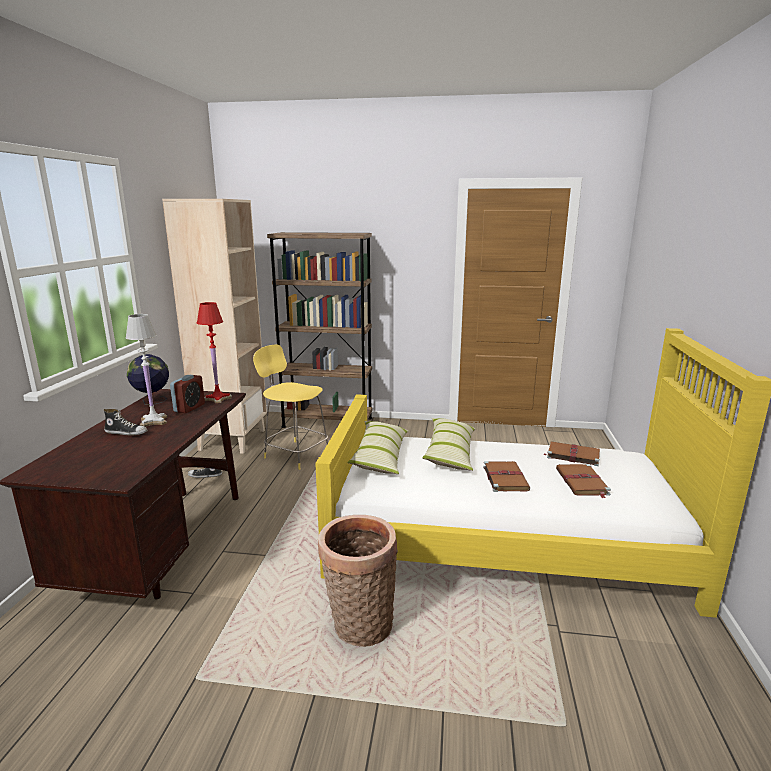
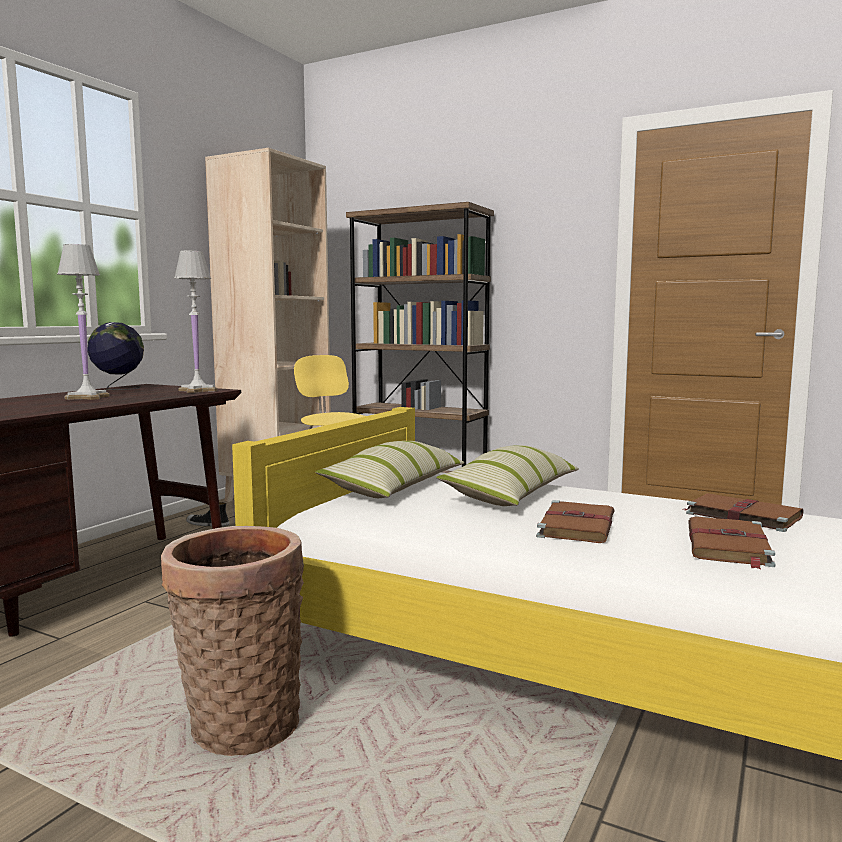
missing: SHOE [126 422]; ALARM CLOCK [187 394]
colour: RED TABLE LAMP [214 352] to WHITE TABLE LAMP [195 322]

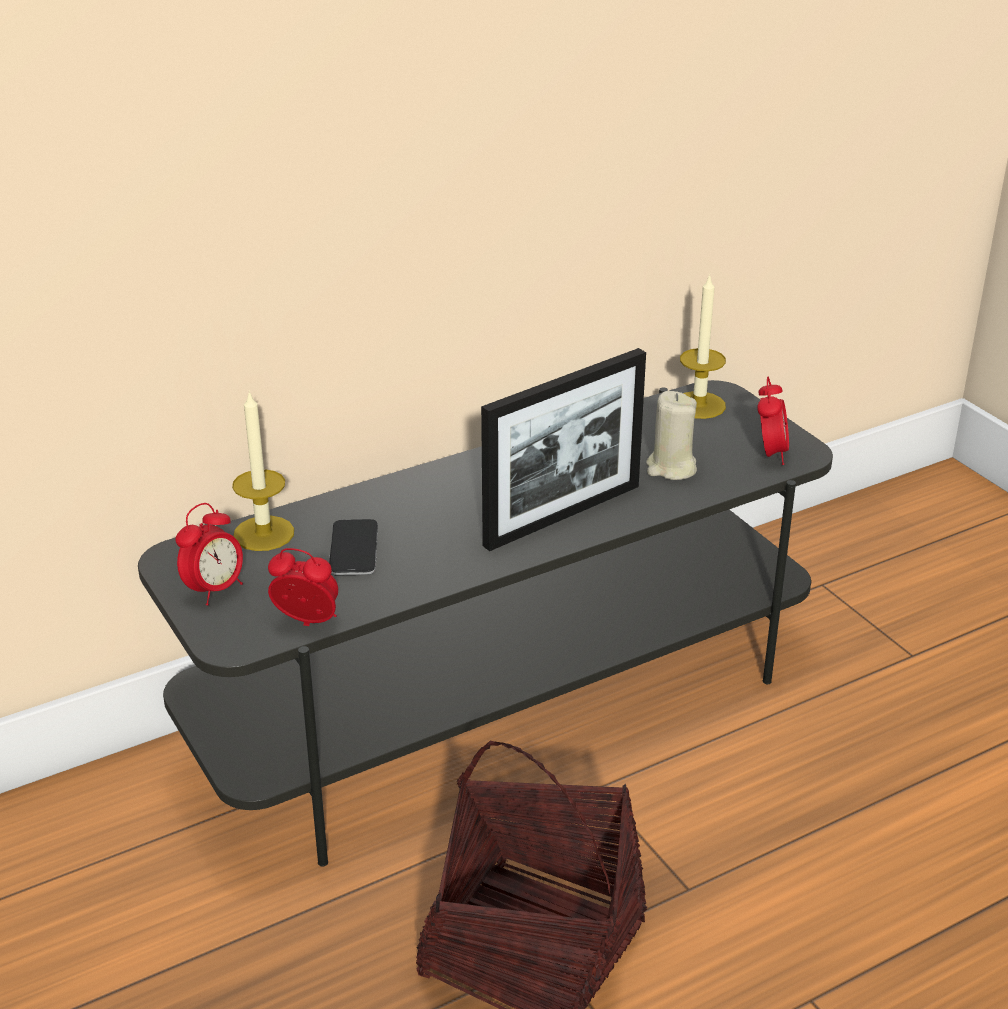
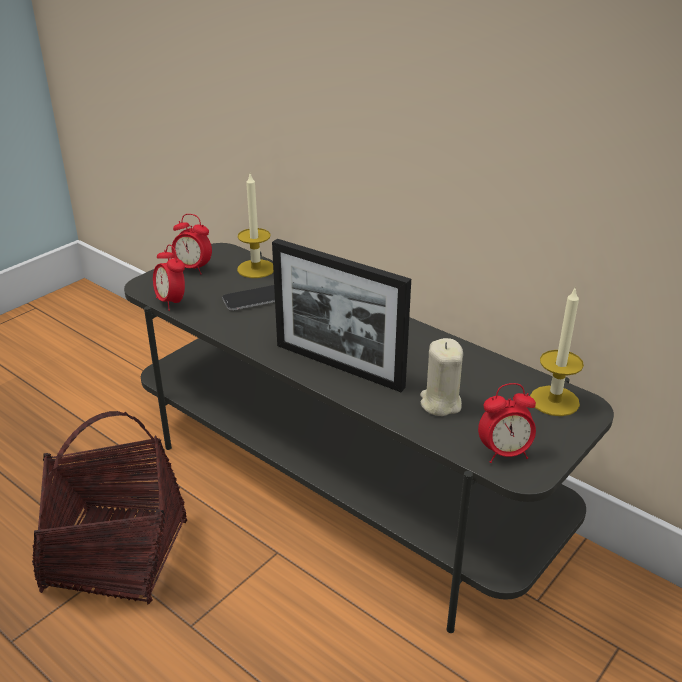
spun: ALARM CLOCK [303 587] = [169 277] 150 degrees clockwise

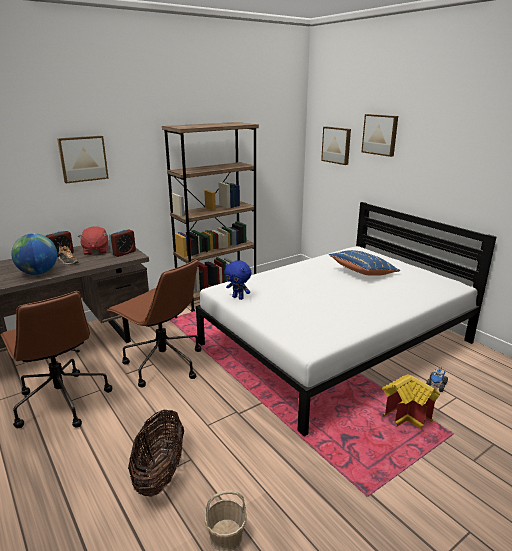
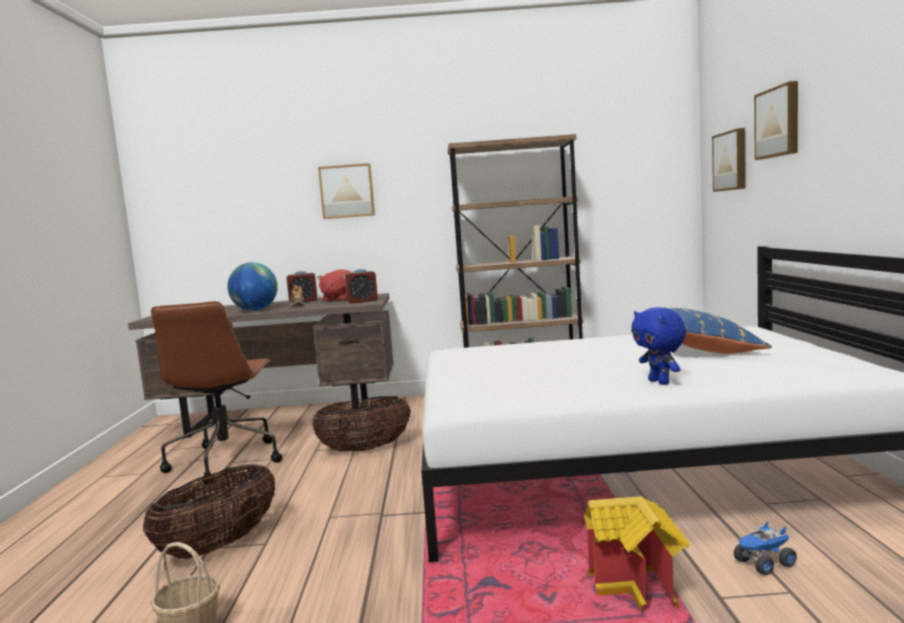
relocated: BLUE PLUSH TOY [237 280] to [658 346]
exchanged: BROWN OFFICE CHAIR [154 322] to BASKET [361 424]

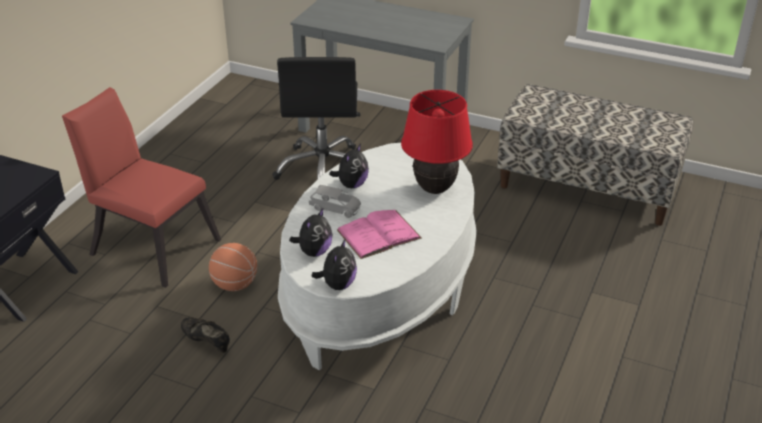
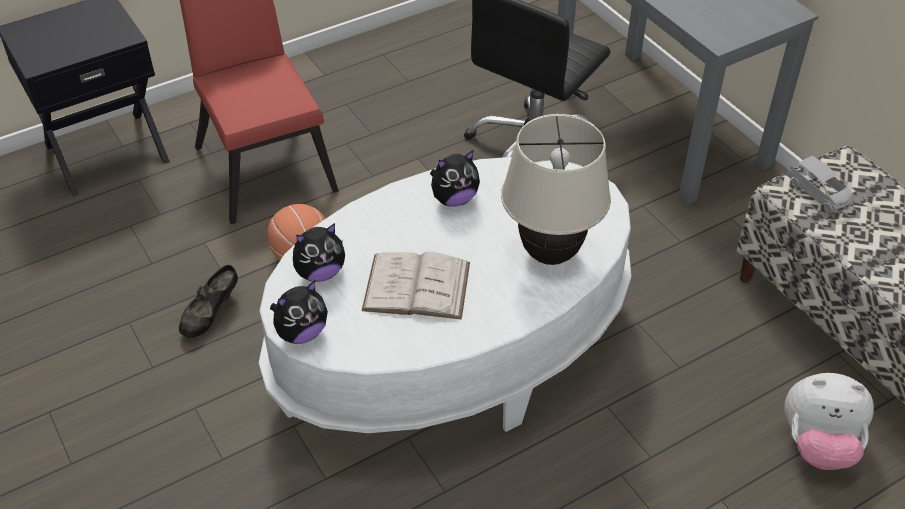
appeared: PLUSH TOY [829 421]
relocated: GREY TOY CAR [335 201] to [820 184]
colour: PINK BOOK [379 234] to WHITE BOOK [416 286]; RED TABLE LAMP [437 142] to BEIGE TABLE LAMP [556 189]
spun: BLACK SHOE [205 335] = [208 301] 135 degrees counterclockwise

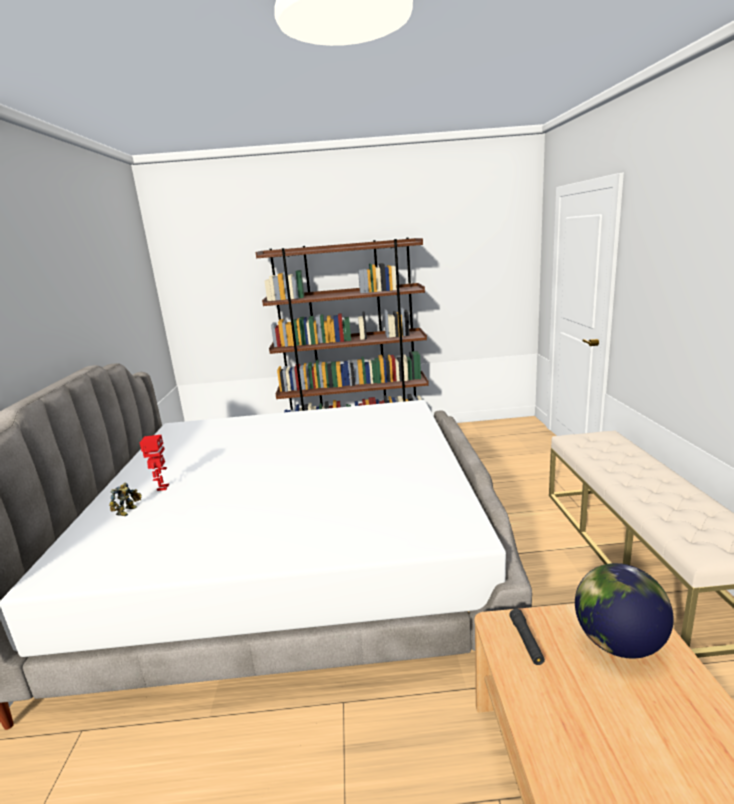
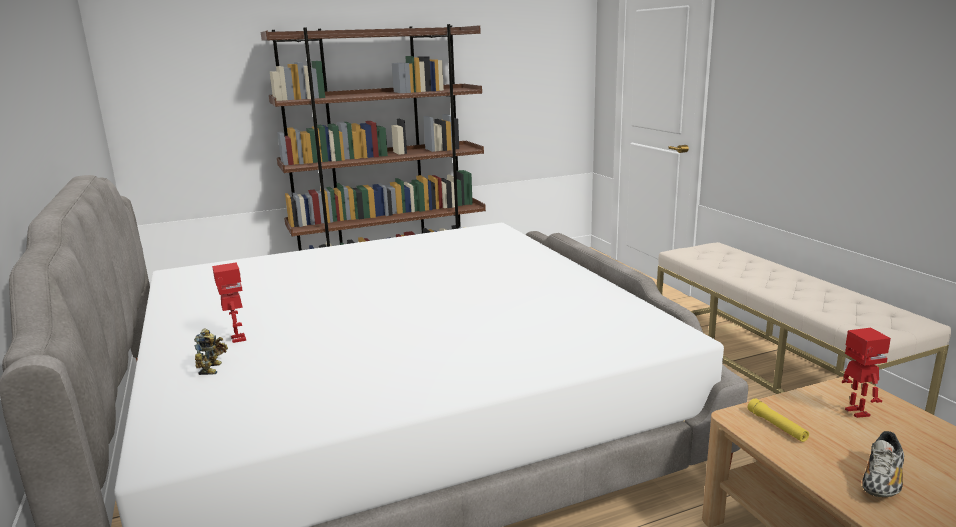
appeared: SHOE [883 464]
exchanged: GLOBE [624 611] to TOY ROBOT [866 373]
colour: BLACK FLASHLIGHT [527 637] to YELLOW FLASHLIGHT [778 420]

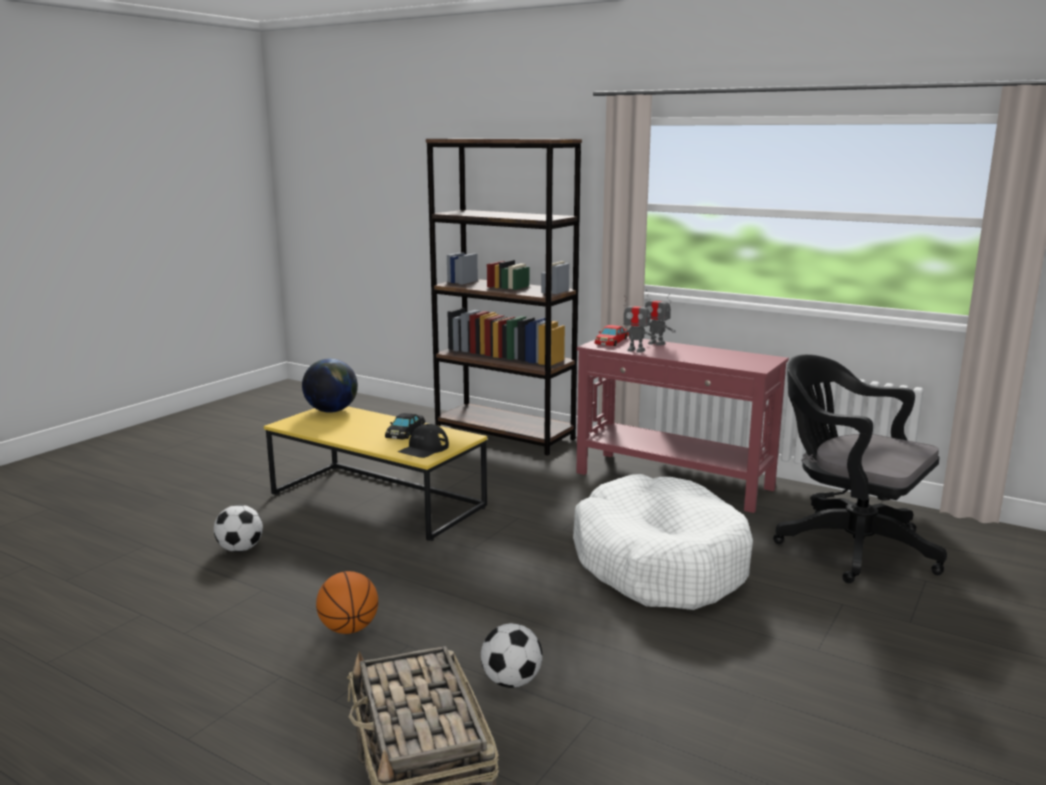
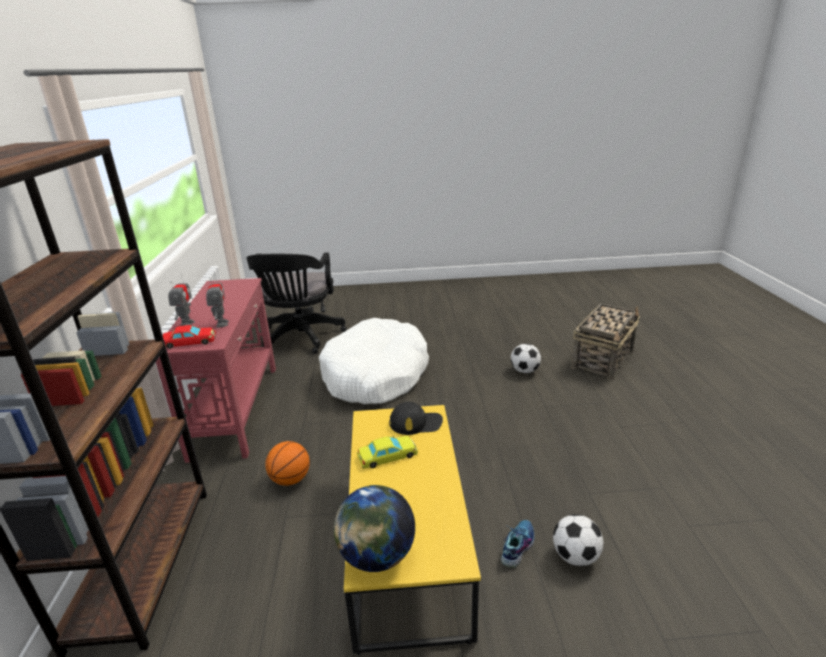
appeared: SHOE [517 544]
relocated: BASKETBALL [347 602] to [287 463]
colour: BLACK TOY CAR [405 426] to YELLOW TOY CAR [387 452]

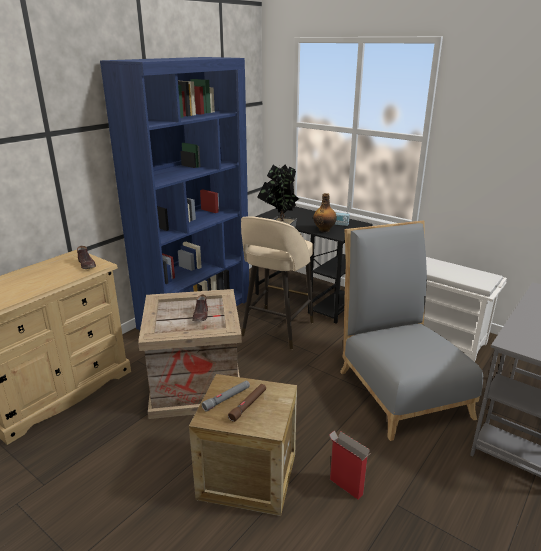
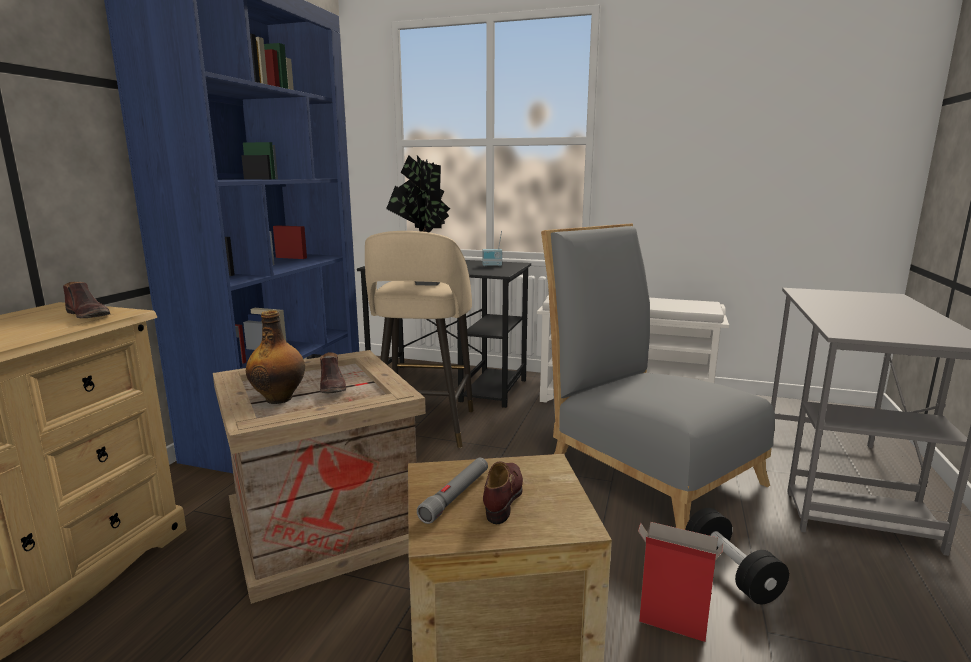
appeared: BLACK DUMBBELL [737 556]
relocated: BOTTLE [325 212] to [275 357]
exchanged: BROWN FLASHLIGHT [247 403] to BROWN SHOE [503 493]

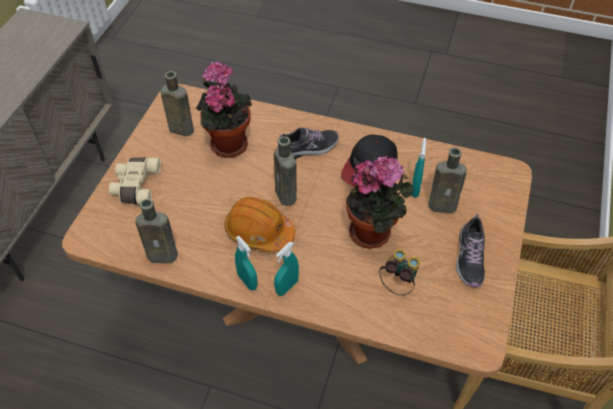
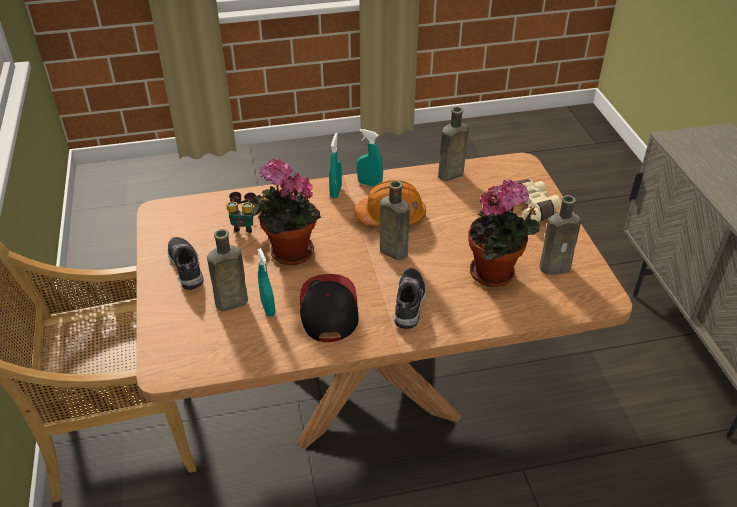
spun: SHOE [309 143] = [410 298] 150 degrees clockwise

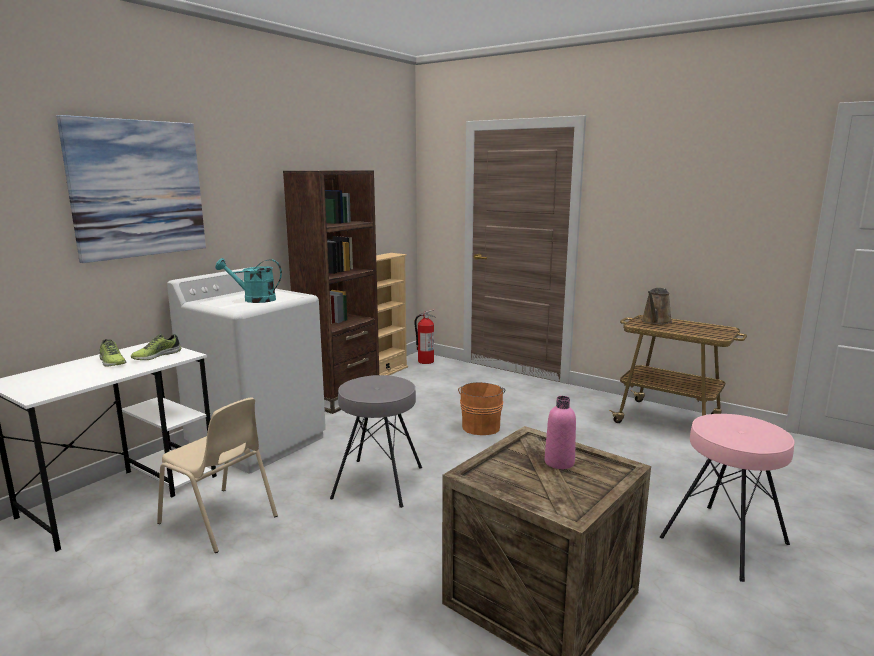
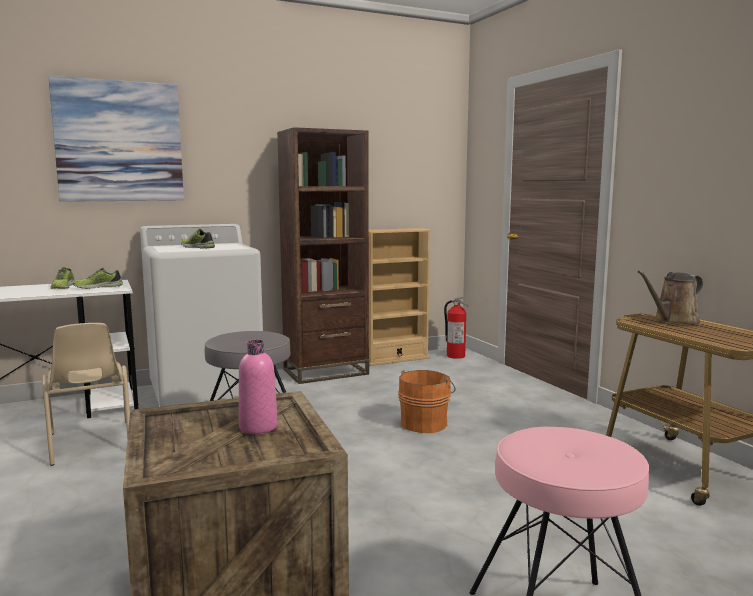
exchanged: TURQUOISE WATERING CAN [248 280] to SHOE [198 239]

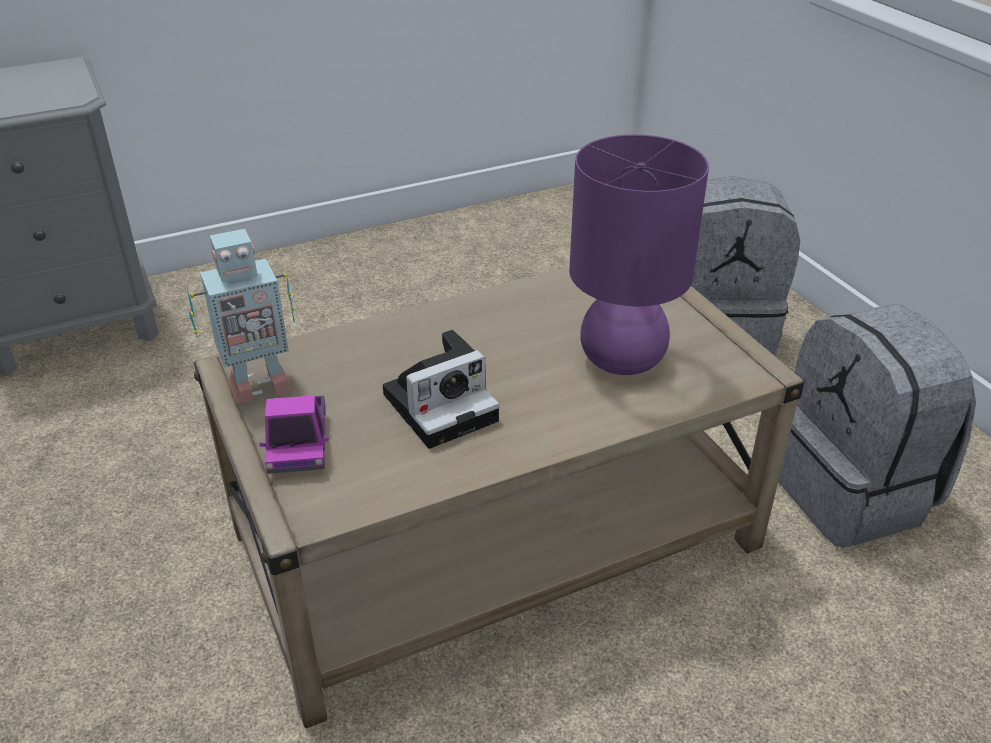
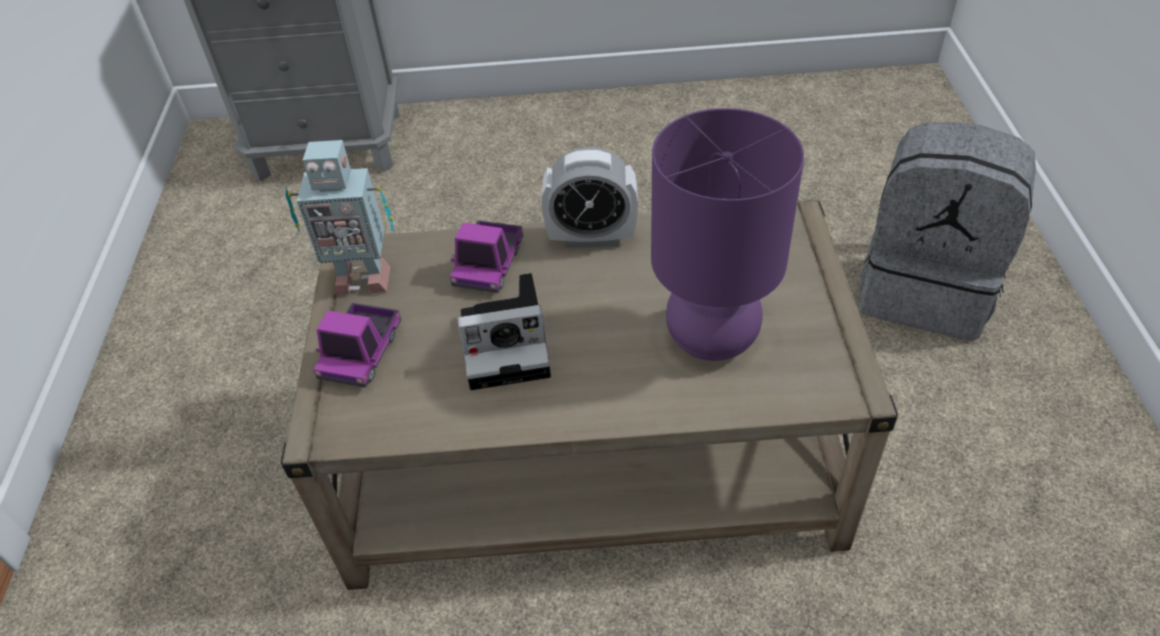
missing: GREY BACKPACK [877 426]
appeared: TOY TRUCK [486 256]; ALARM CLOCK [589 197]

